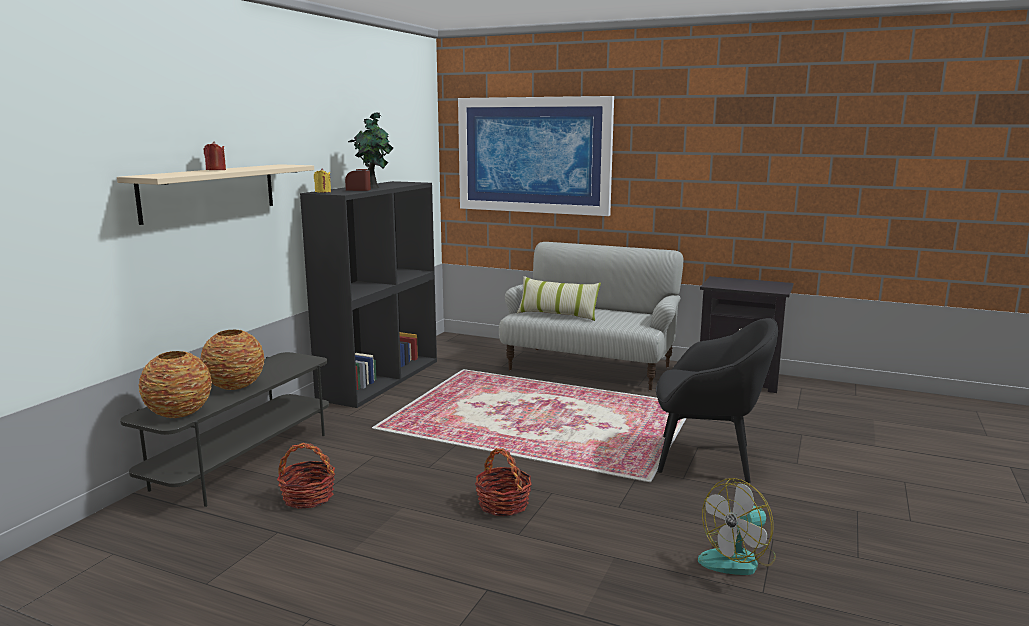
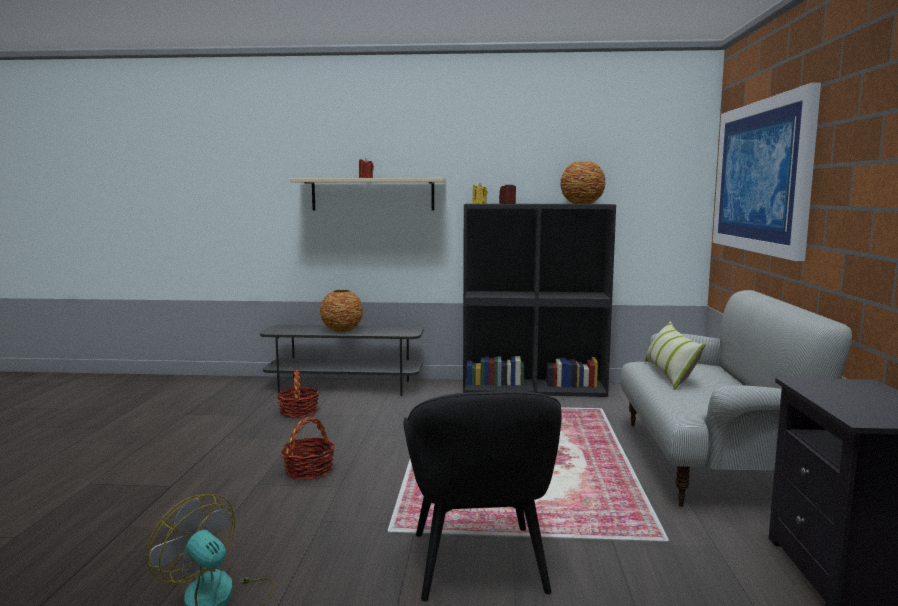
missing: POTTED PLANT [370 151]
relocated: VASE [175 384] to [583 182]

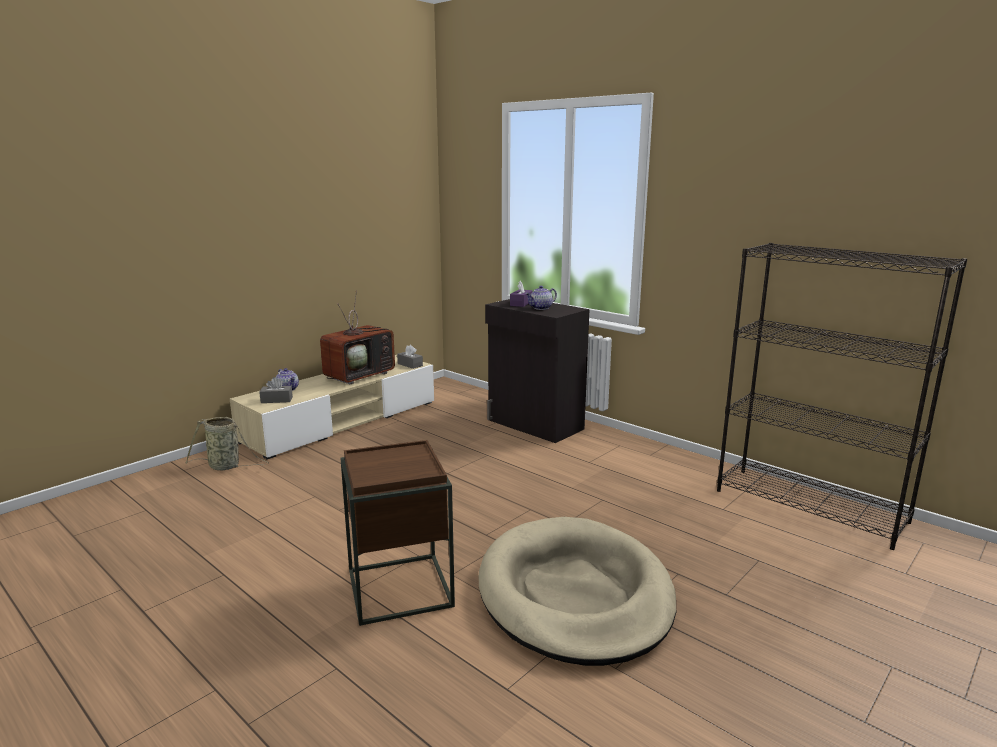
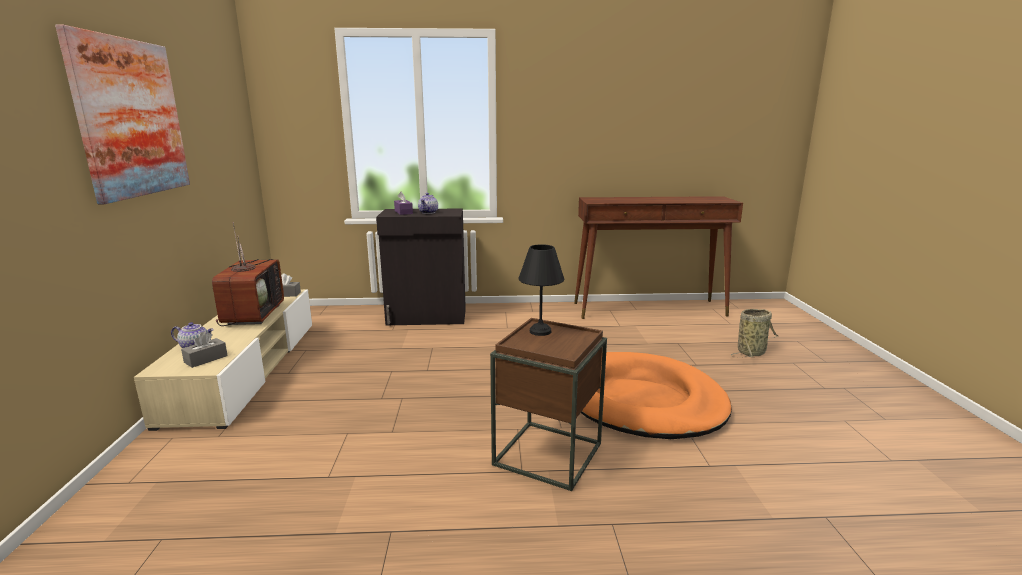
appeared: PICTURE [122 114]; BLACK TABLE LAMP [541 290]
relocated: BASKET [227 443] to [754 333]
exchanged: BLACK BOOKCASE [842 396] to BROWN CONSOLE TABLE [658 257]
colour: BEIGE DOG BED [577 591] to ORANGE DOG BED [656 395]

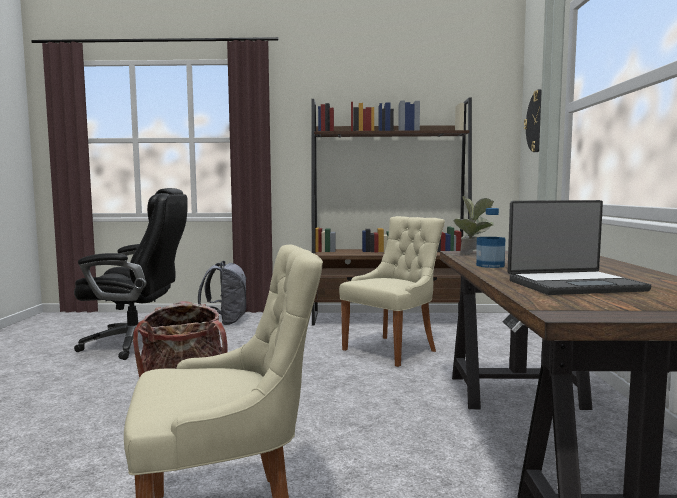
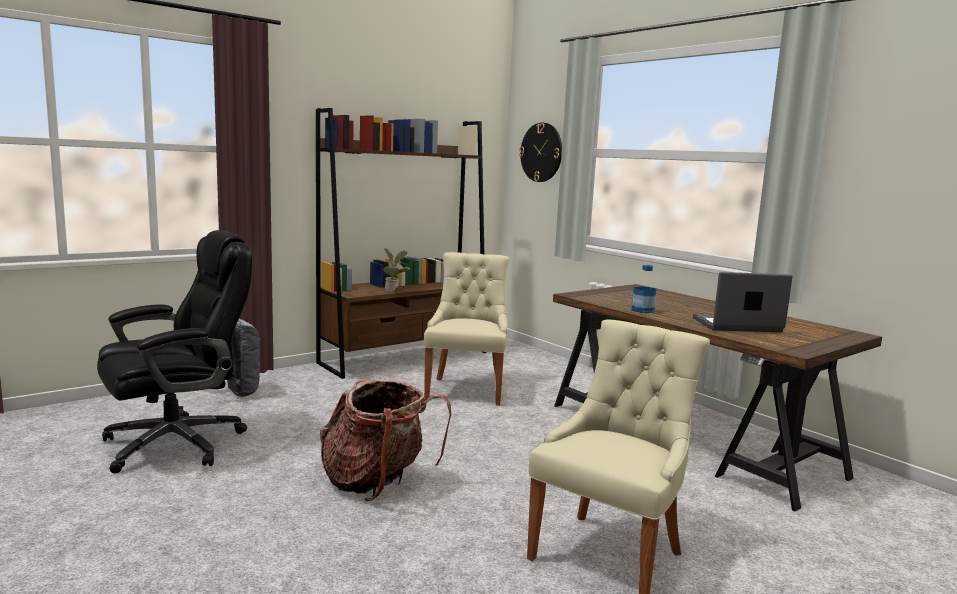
relocated: POTTED PLANT [473 225] to [396 270]
spun: LAPTOP [580 247] = [742 302] 135 degrees counterclockwise

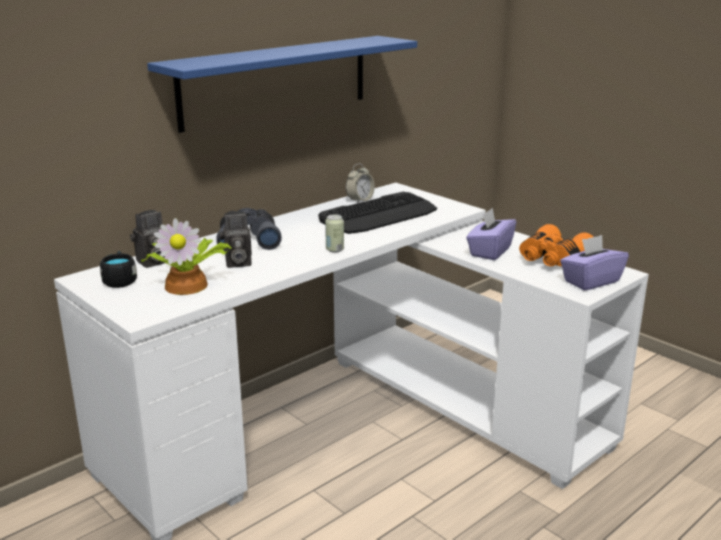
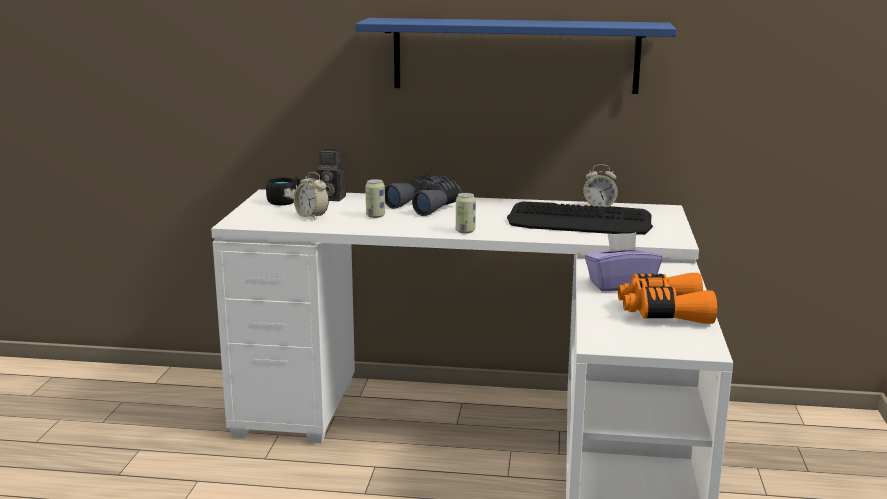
missing: PURPLE TISSUE BOX [594 262]
exchanged: POTTED PLANT [186 256] to ALARM CLOCK [311 196]; PHOTO CAMERA [235 239] to CAN [375 198]

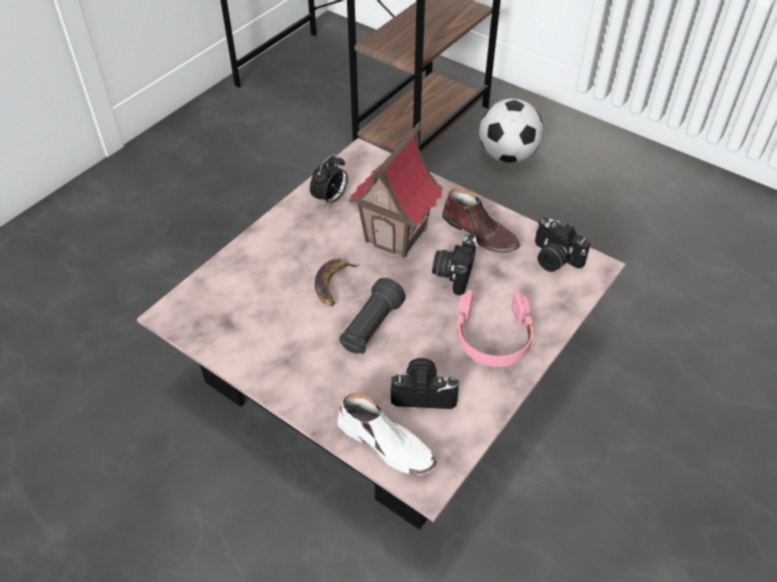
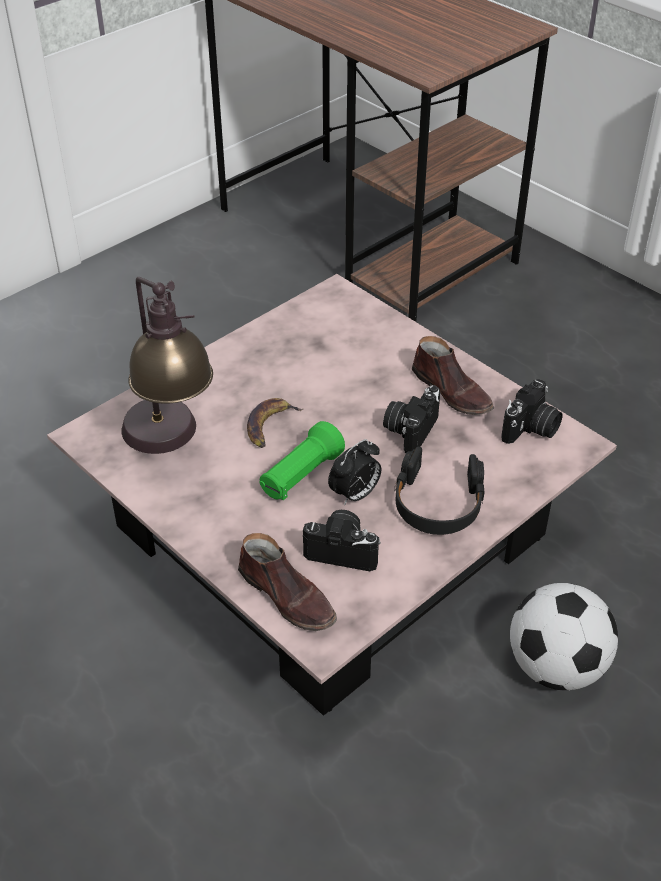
missing: TOY HOUSE [396 190]
appeared: TABLE LAMP [167 365]
relocated: ALARM CLOCK [329 180] to [354 472]; FOOTBALL [511 130] to [564 636]
colour: WHITE SHOE [387 434] to BROWN SHOE [287 582]; BLACK FLASHLIGHT [372 316] to GREEN FLASHLIGHT [302 460]; PINK HEADPHONES [495 328] to BLACK HEADPHONES [439 491]
spun: PHOTO CAMERA [562 244] = [532 411] 105 degrees counterclockwise

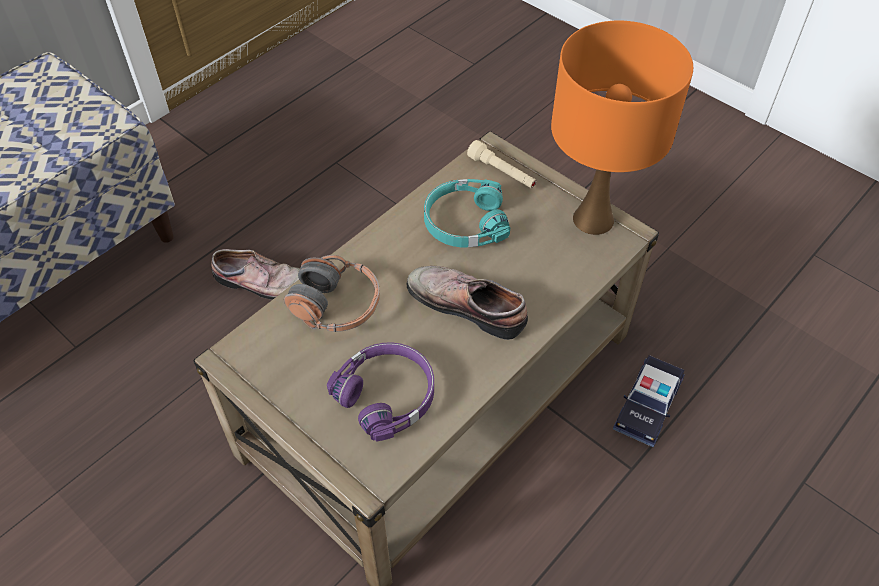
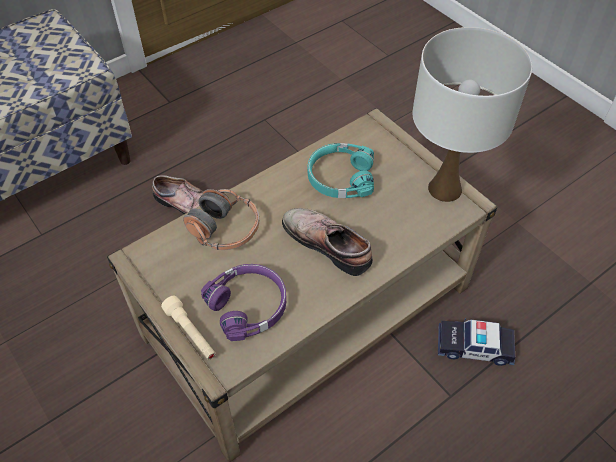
relocated: BEIGE FLASHLIGHT [501 164] to [188 328]
colour: ORANGE TABLE LAMP [622 127] to WHITE TABLE LAMP [472 114]
spun: TOY CAR [649 401] = [476 342] 60 degrees clockwise

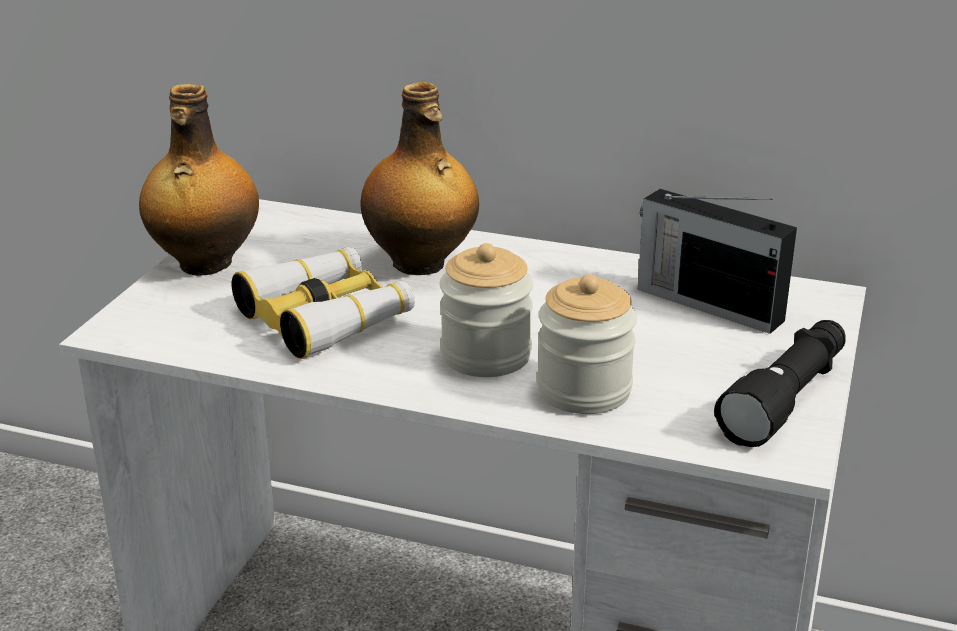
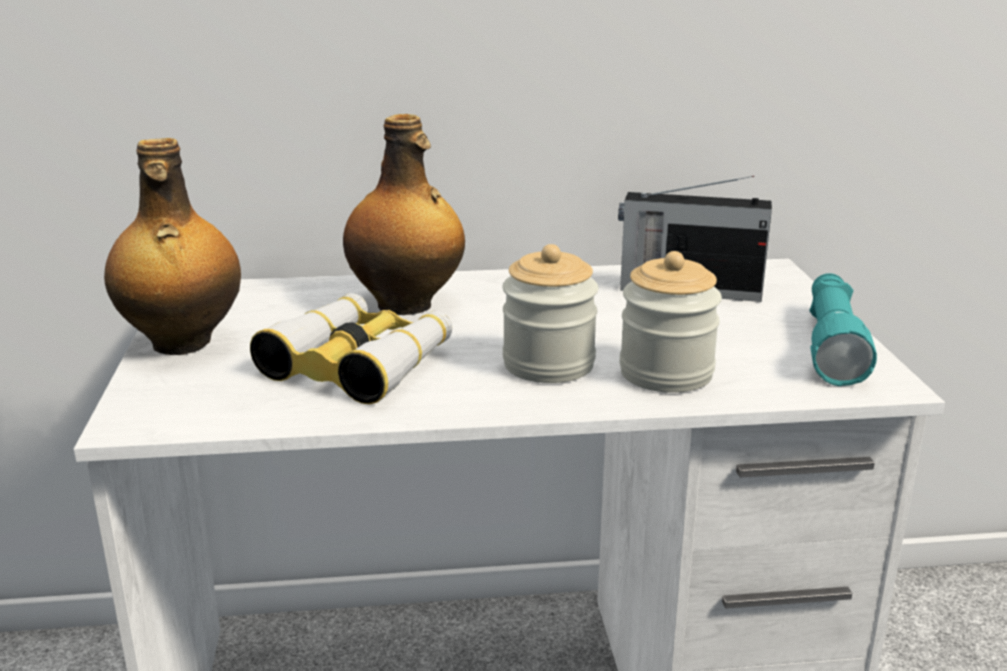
colour: BLACK FLASHLIGHT [780 383] to TURQUOISE FLASHLIGHT [843 329]

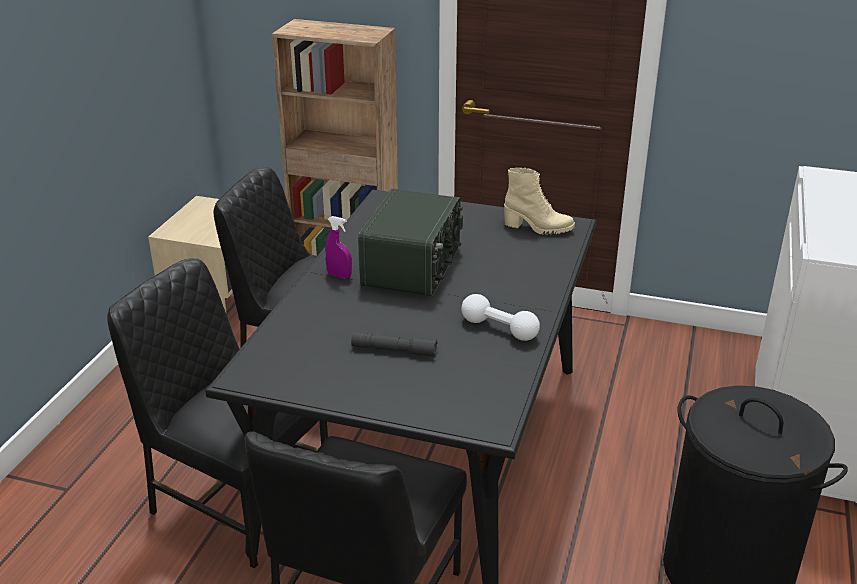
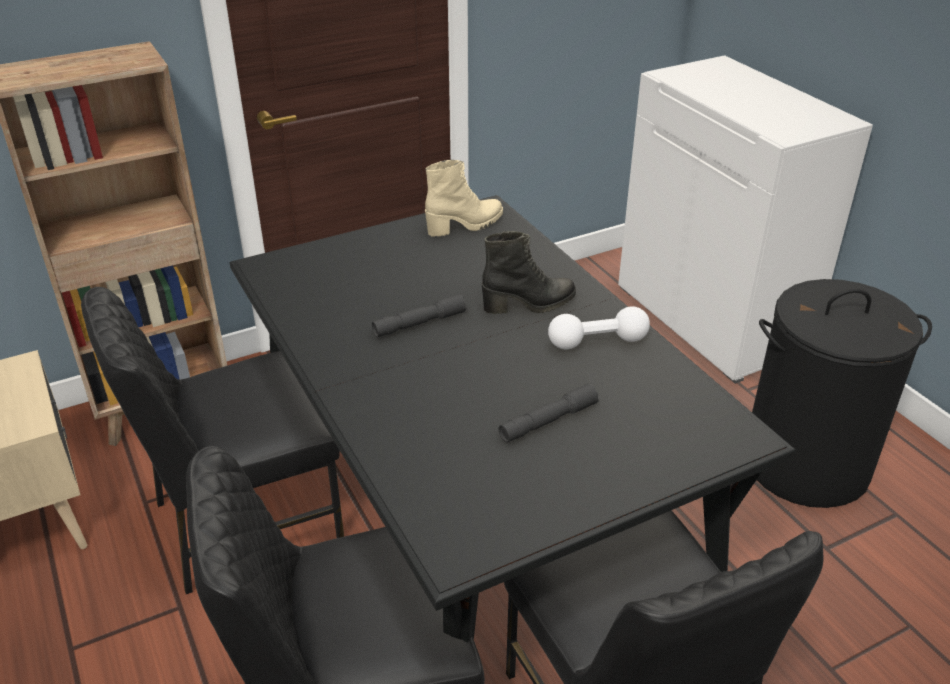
missing: PURPLE SPRAY BOTTLE [338 247]
appeared: BLACK BOOT [529 272]
exchanged: RADIO [410 242] to GREY FLASHLIGHT [419 315]

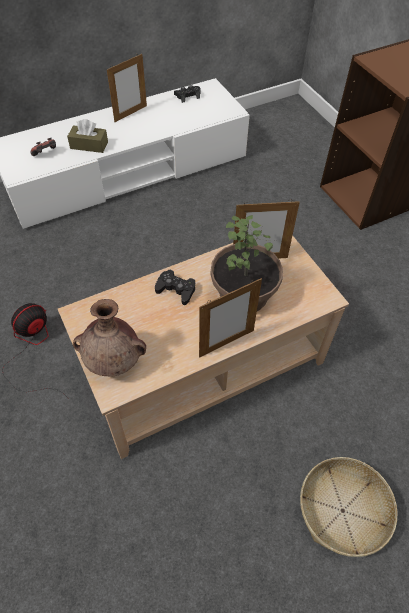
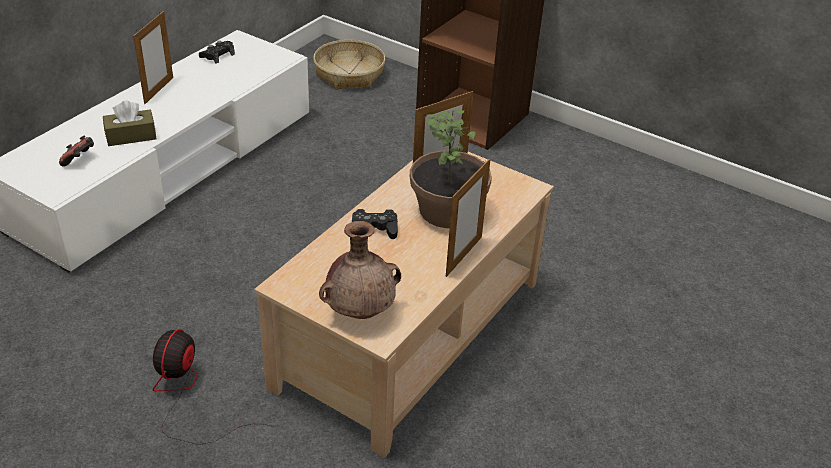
relocated: BASKET [348 507] to [349 65]

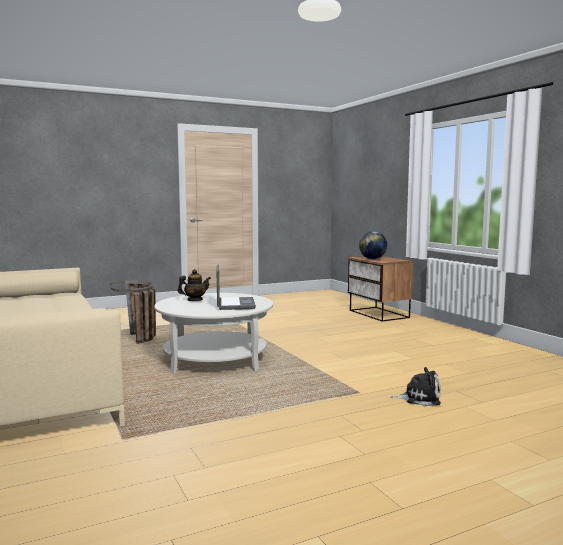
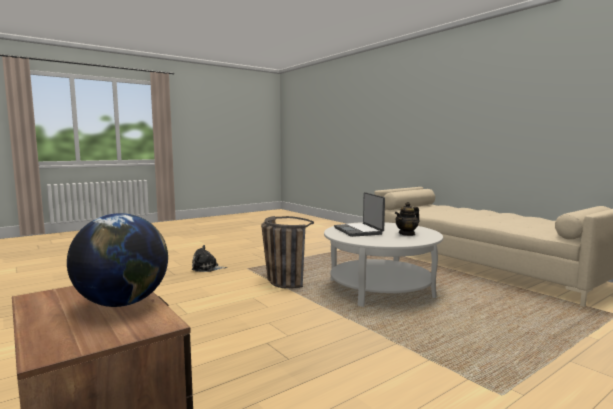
relocated: BASKET [133 312] to [287 252]

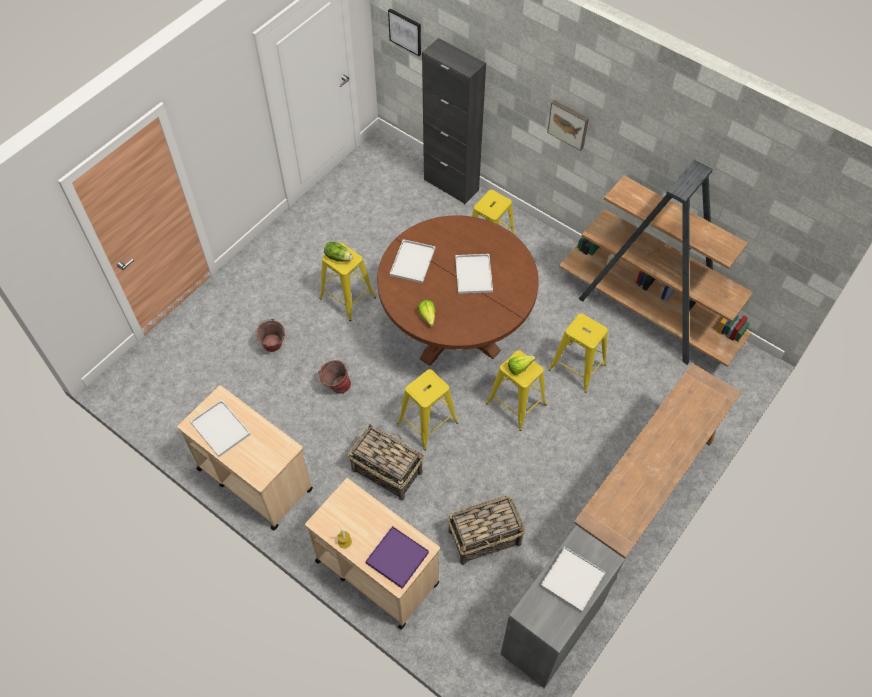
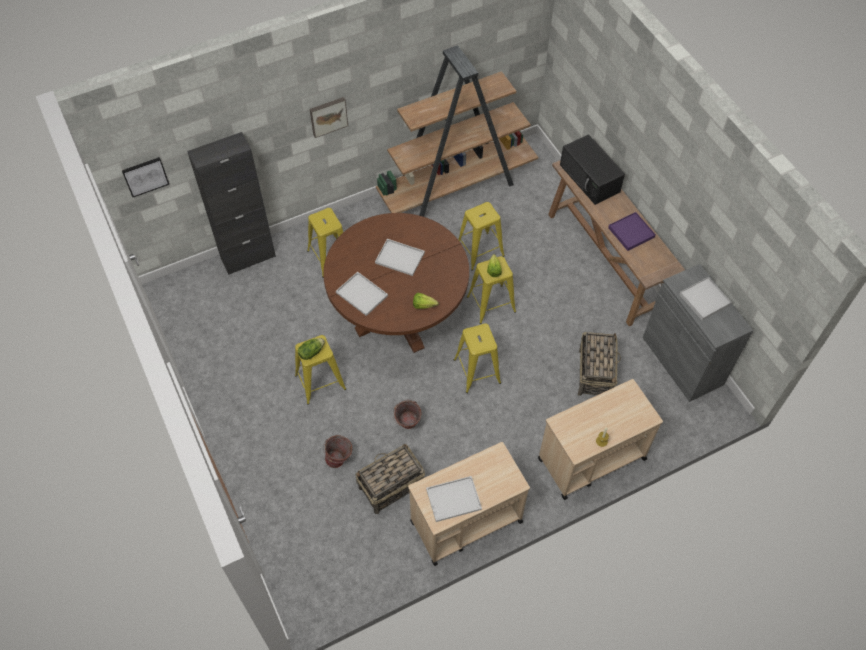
appeared: BLACK MICROWAVE [592 169]
relocated: BASKET [386 462] to [390 479]; PURPLE TRAY [397 557] to [632 231]

